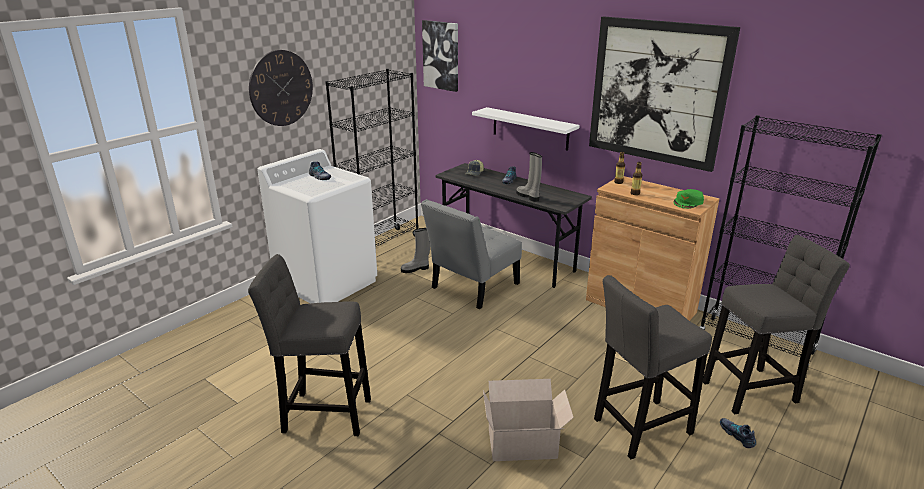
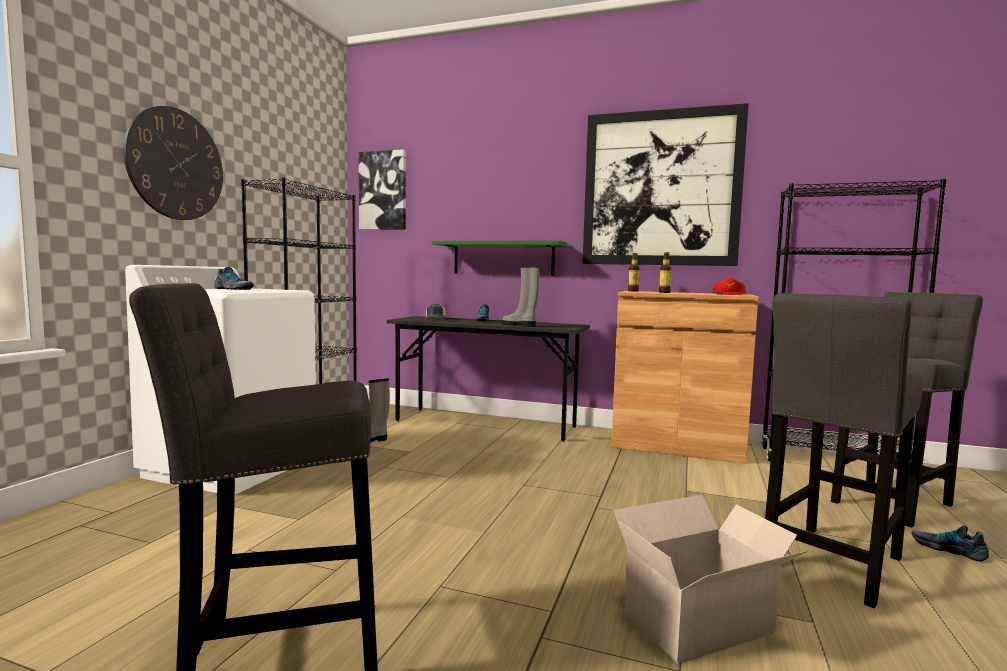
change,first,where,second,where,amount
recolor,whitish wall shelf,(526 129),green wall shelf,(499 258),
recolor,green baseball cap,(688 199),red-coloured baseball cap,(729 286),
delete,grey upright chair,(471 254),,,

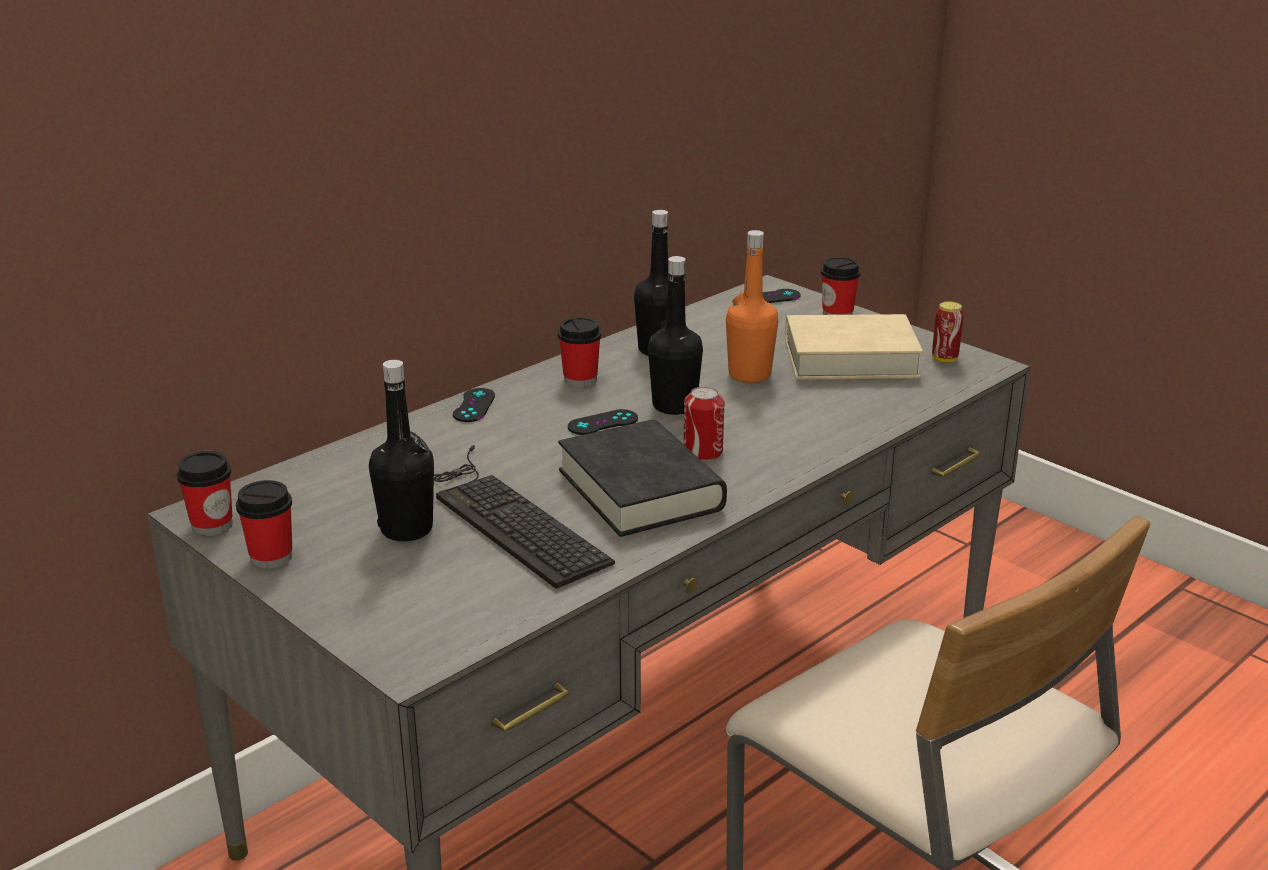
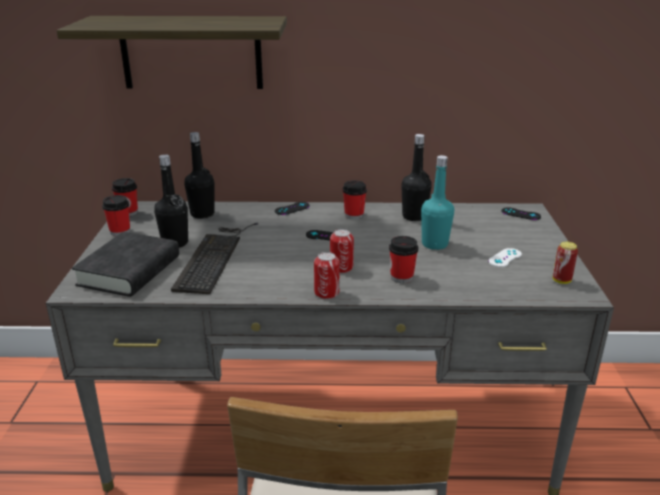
change,first,where,second,where,amount
insert,,,wall shelf,(172 52),
move,black bound book,(642 478),,(125 264),
move,black bottle,(675 335),,(199 175),
insert,,,metal can,(327 275),
move,drinking cup,(841 286),,(403 259),
recolor,orange bottle,(752 306),turquoise-coloured bottle,(437 202),
replace,beige-coloured bound book,(854 347),whitish joypad,(505 257),

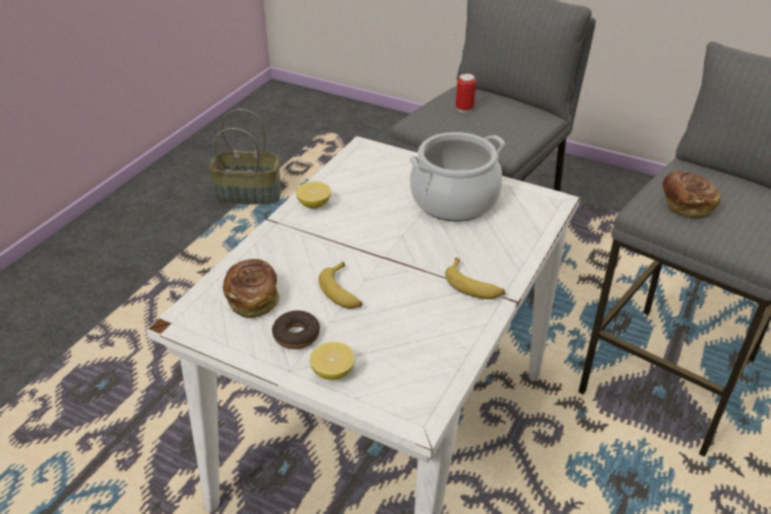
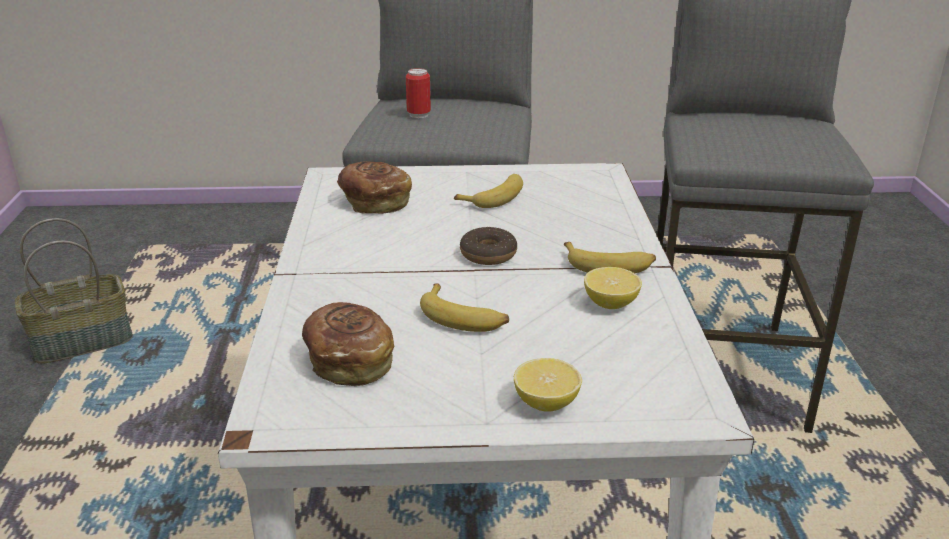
change,first,where,second,where,amount
move,bread,(691 194),,(374 188),
replace,saucepot,(457 177),banana fruit,(488 191),
move,donut,(296 329),,(488 246),
move,whole lemon,(313 195),,(613 288),

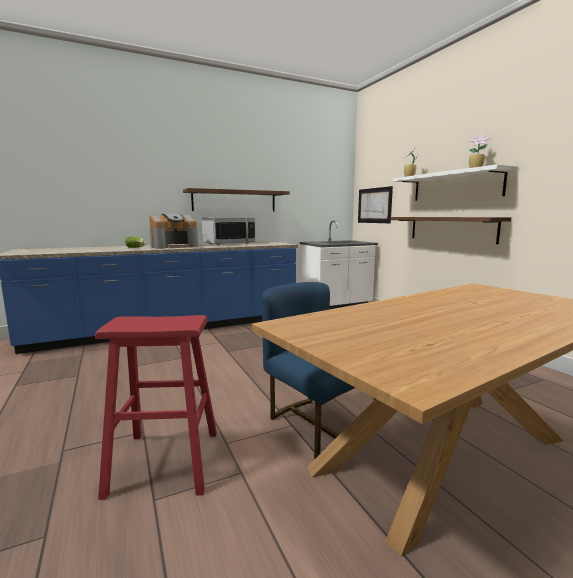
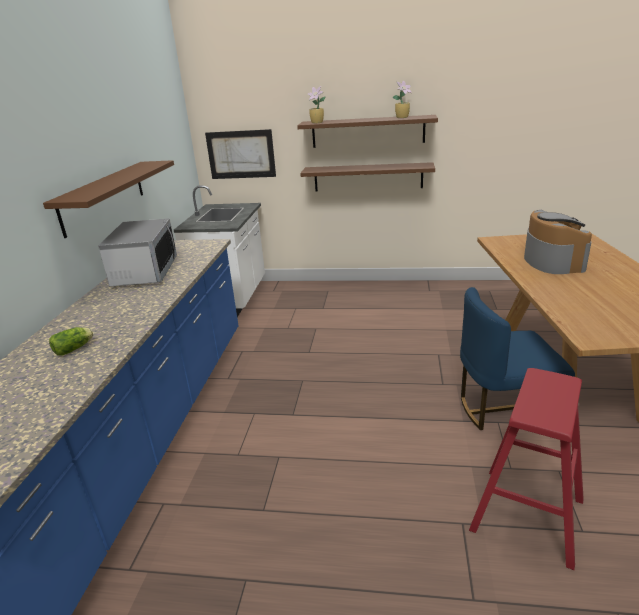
change,first,where,second,where,amount
recolor,whitish wall shelf,(455 182),brown-coloured wall shelf,(367 131),
move,coffee brewer,(173 231),,(558 242),

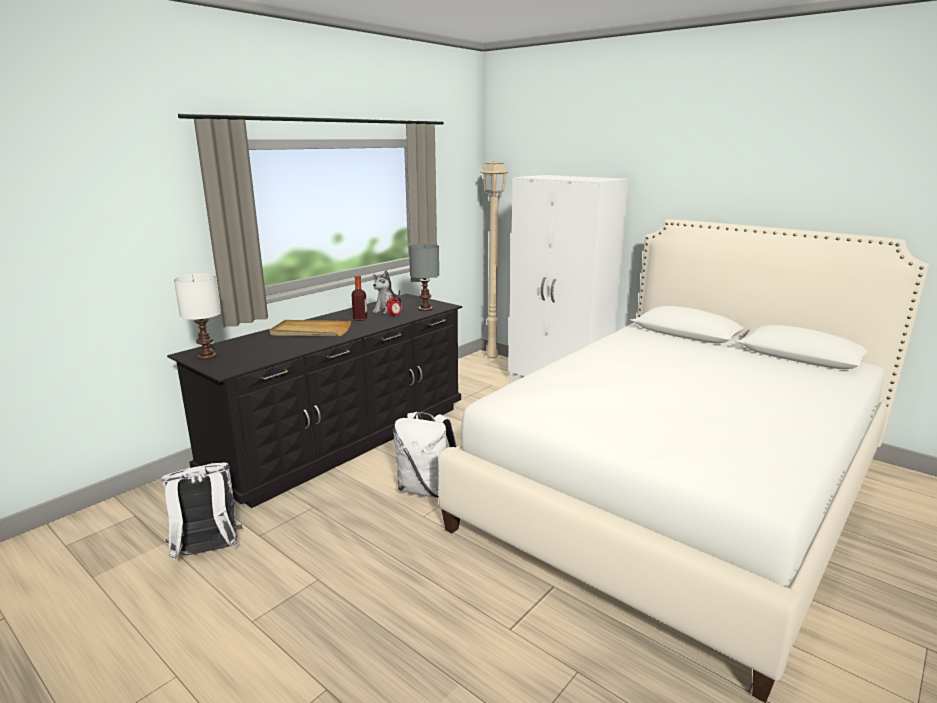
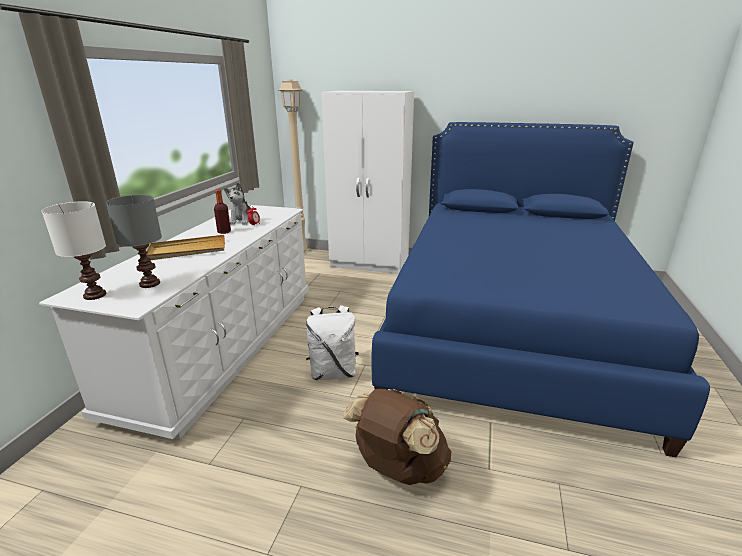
change,first,where,second,where,amount
recolor,black dresser,(314 401),whitish dresser,(174 322),
move,grey lamp for a table,(424 277),,(134 241),
insert,,,brown-coloured knapsack,(397 437),
recolor,whitish bedroom bed,(684 461),blue bedroom bed,(541 289),
delete,whitish knapsack,(201 511),,,

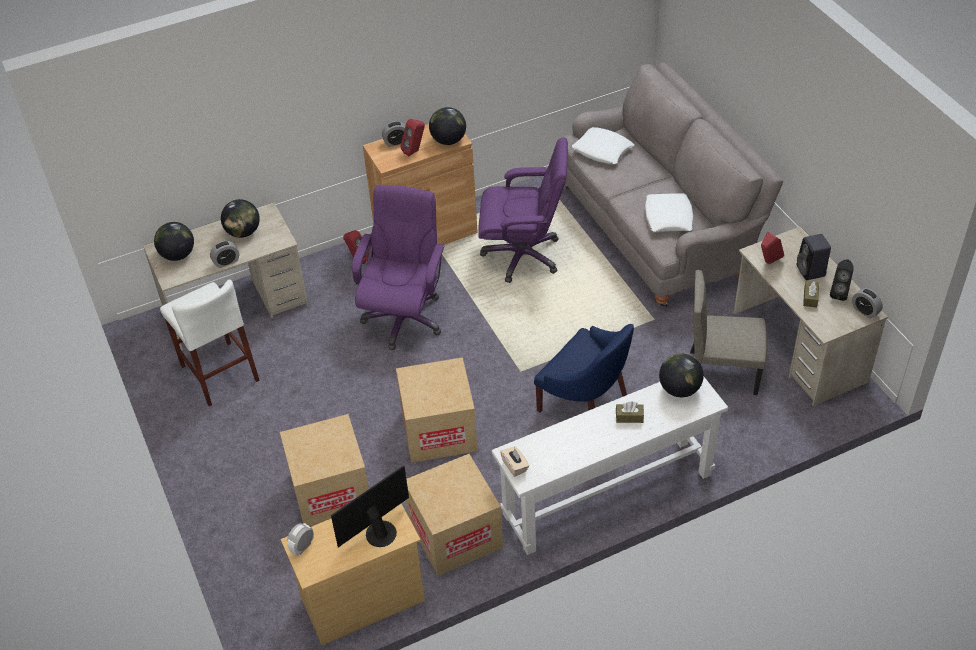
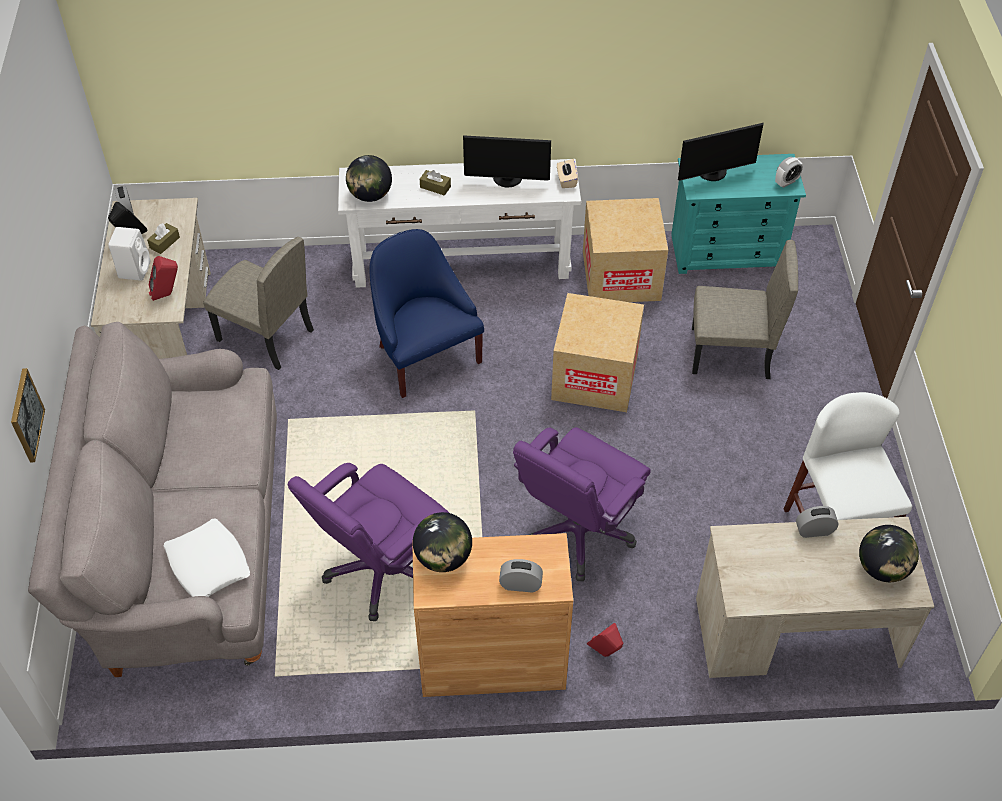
change,first,where,second,where,amount
insert,,,wall picture,(28 415),
recolor,black speaker,(814 257),whitish speaker,(129 254),
rotate,purplish computer chair,(523 210),,(368 542),75 degrees counterclockwise
insert,,,computer display,(507 161),
recolor,beige-coloured dresser,(353 574),turquoise-coloured dresser,(738 214),
replace,packing box,(324 470),beige-coloured upright chair,(745 309),
delete,desk globe,(240 218),,,
delete,red-coloured speaker,(412 137),,,
delete,whitish throw pillow,(669 212),,,

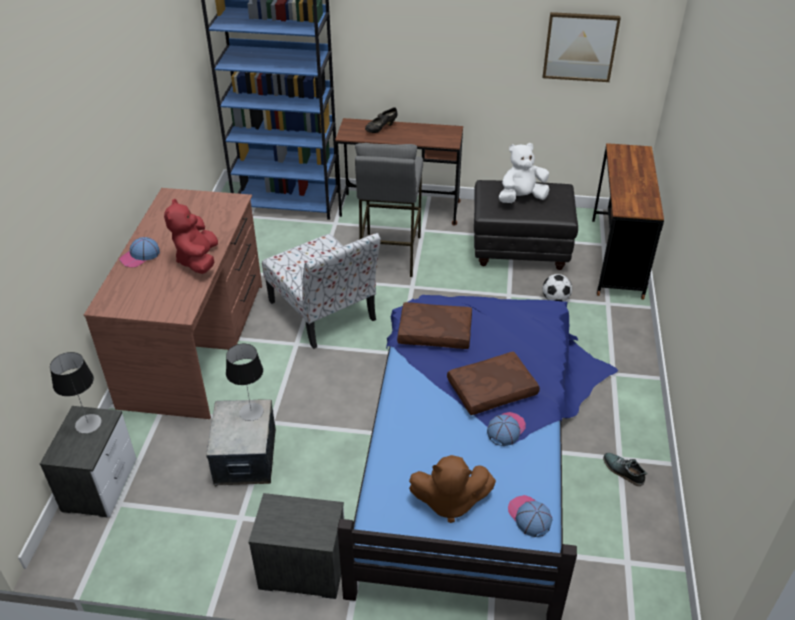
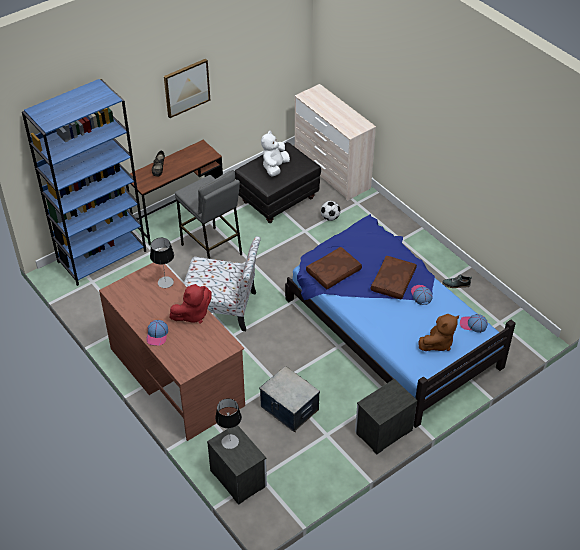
change,first,where,second,where,amount
move,lamp for a table,(245 382),,(162 263),
move,wall picture,(582 47),,(187 88),
rotate,red-coloured soft toy,(191 236),,(191 304),75 degrees counterclockwise
replace,brown-coloured desk unit,(628 221),beige-coloured dresser,(335 142),

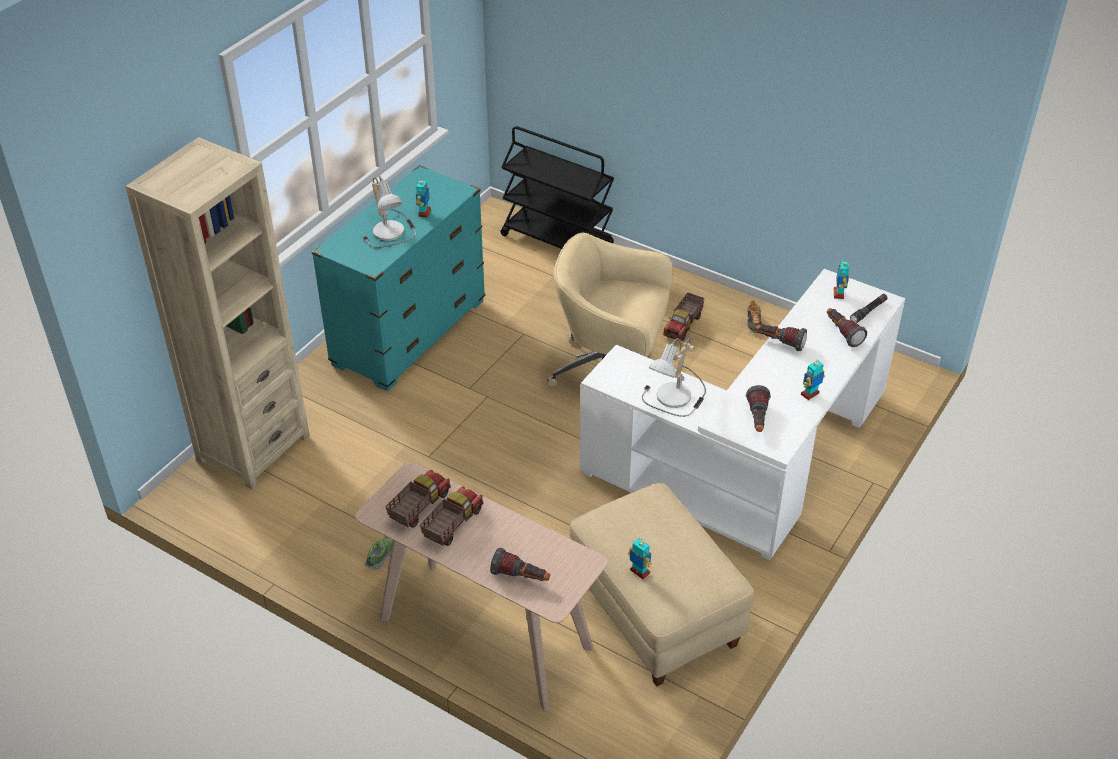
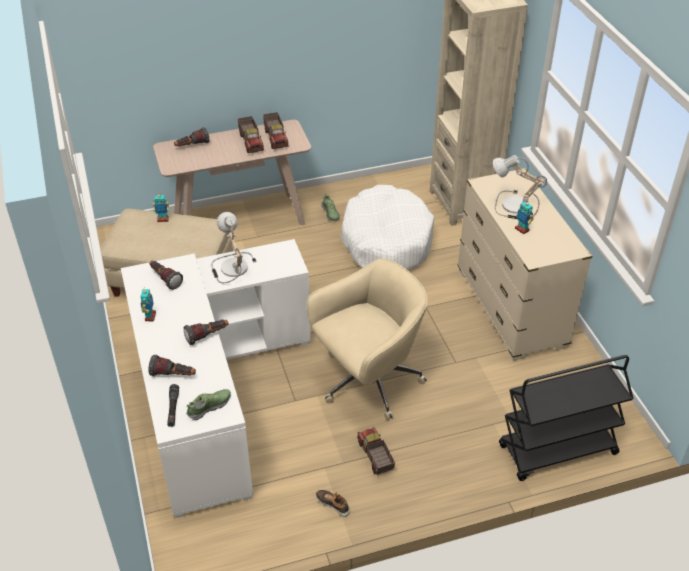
change,first,where,second,where,amount
replace,toy robot,(841 279),low shoe,(208 404),
insert,,,whitish pet bed,(387 227),
recolor,turquoise-coloured dresser,(398 278),beige-coloured dresser,(524 264),

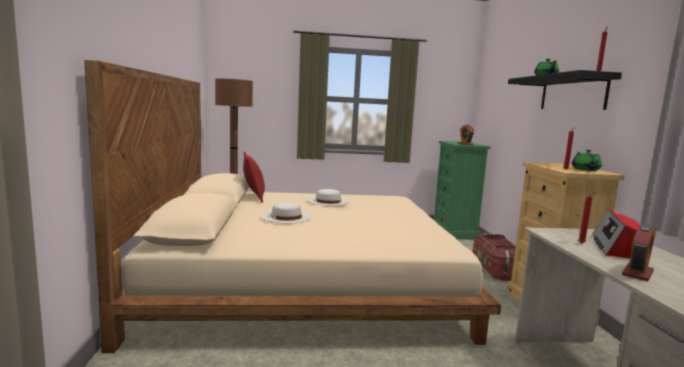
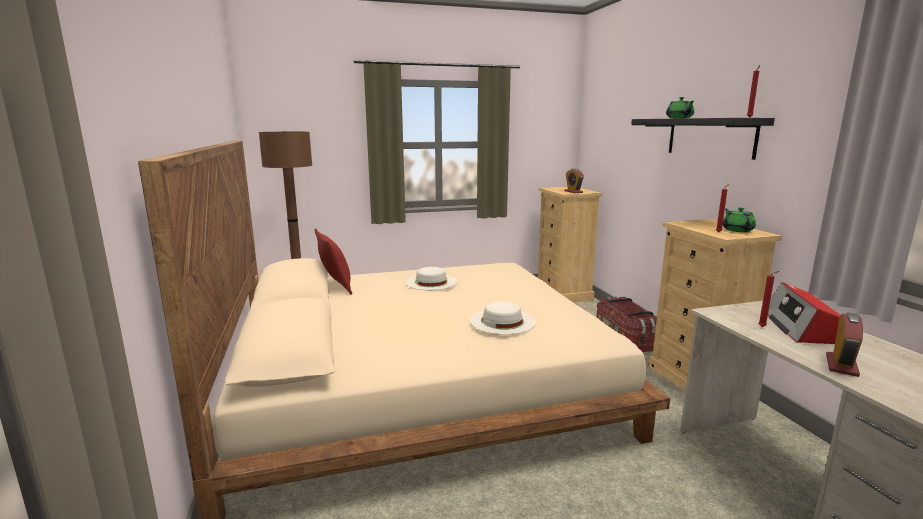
change,first,where,second,where,amount
move,whitish hat,(286 212),,(503 318),
recolor,green dresser,(461 190),beige-coloured dresser,(570 244),

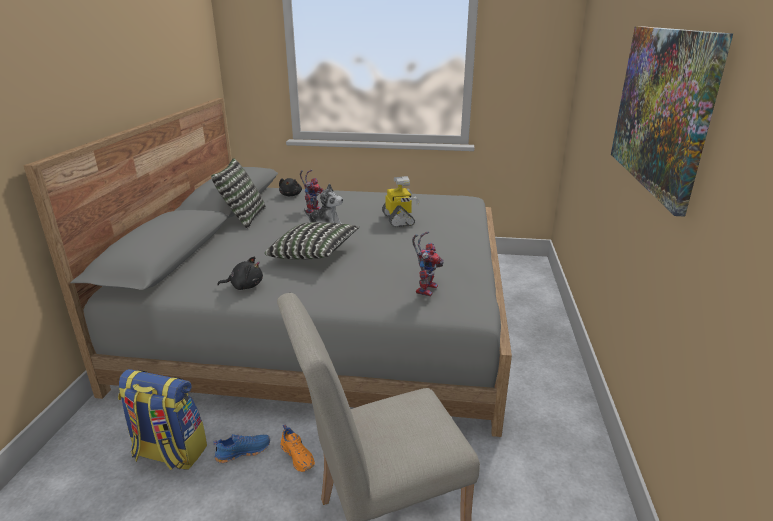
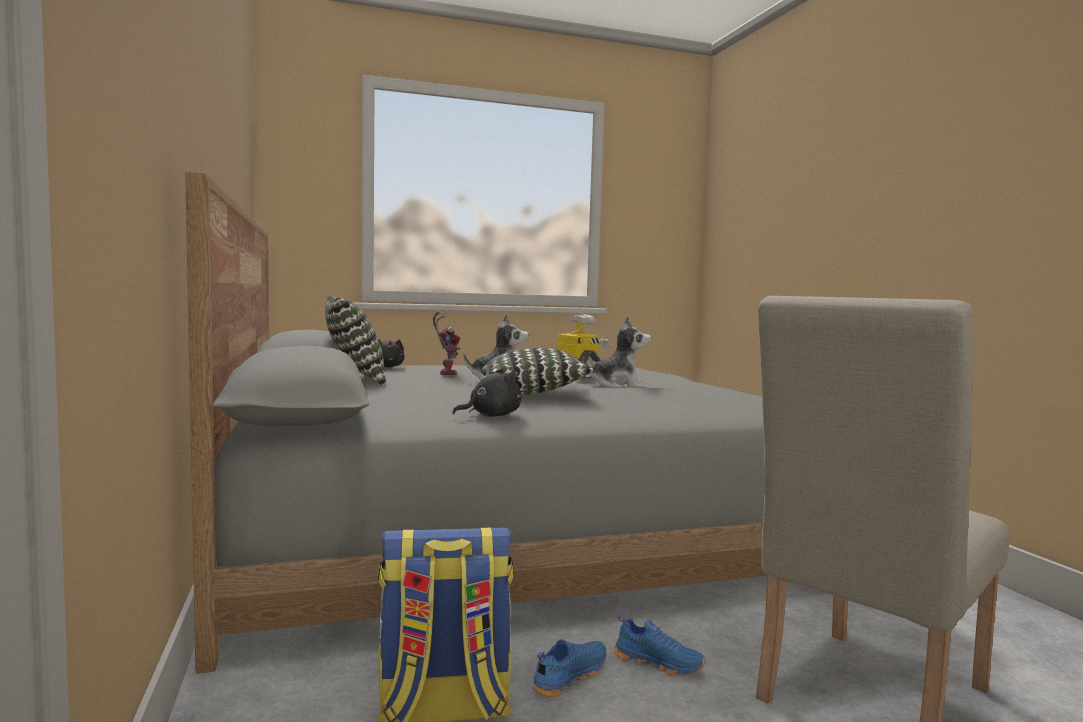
change,first,where,second,where,amount
insert,,,soft toy,(617 351),
recolor,orange low shoe,(297 448),blue low shoe,(660 645),
delete,toy robot,(428 264),,,
delete,wall picture,(672 121),,,

